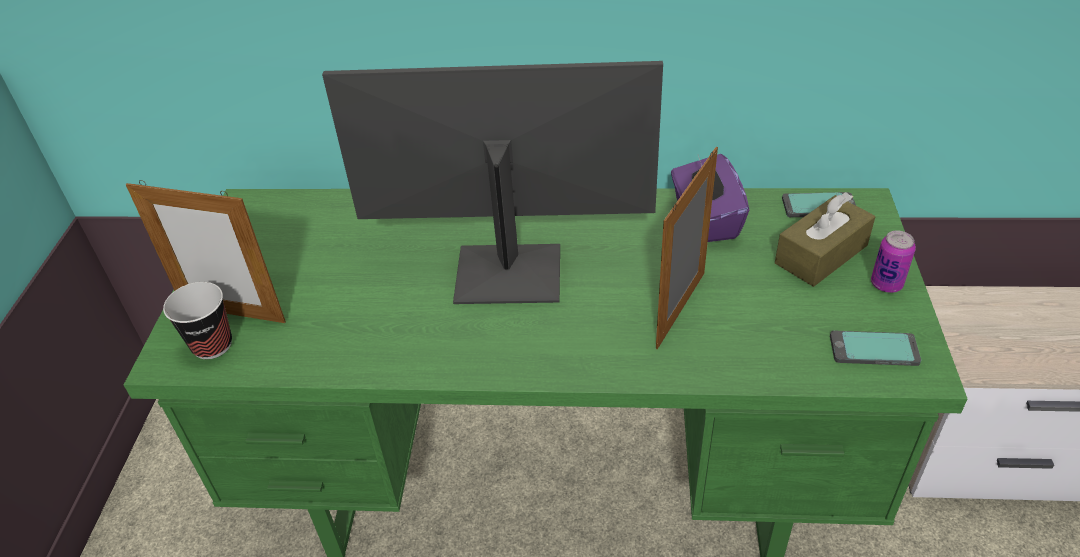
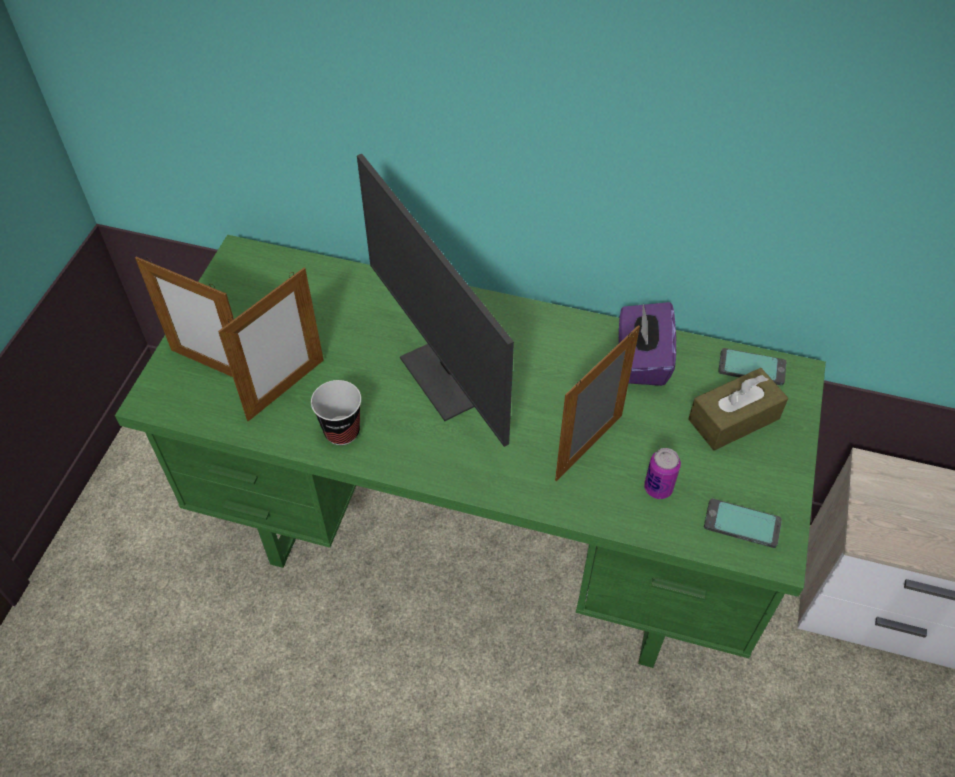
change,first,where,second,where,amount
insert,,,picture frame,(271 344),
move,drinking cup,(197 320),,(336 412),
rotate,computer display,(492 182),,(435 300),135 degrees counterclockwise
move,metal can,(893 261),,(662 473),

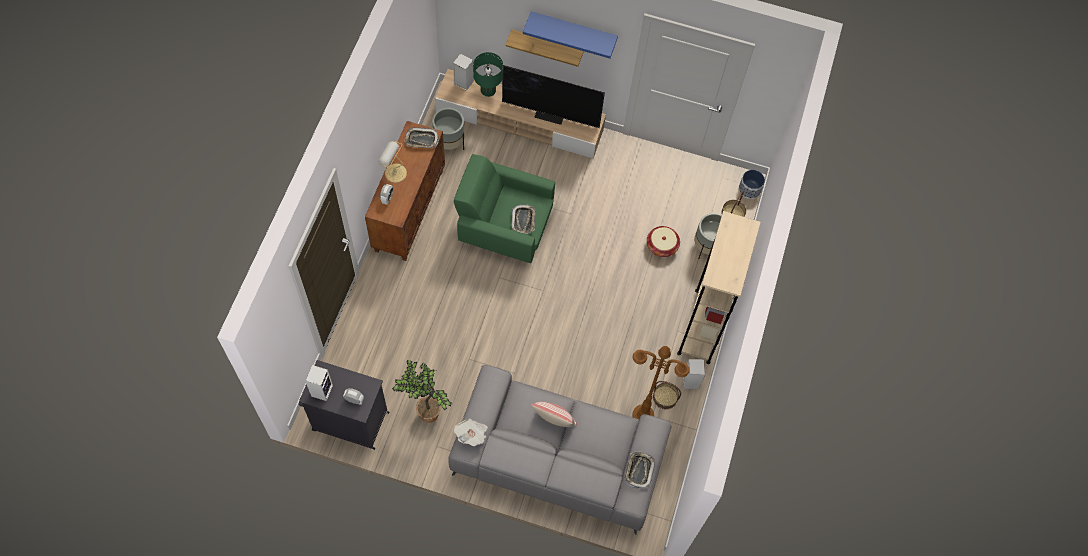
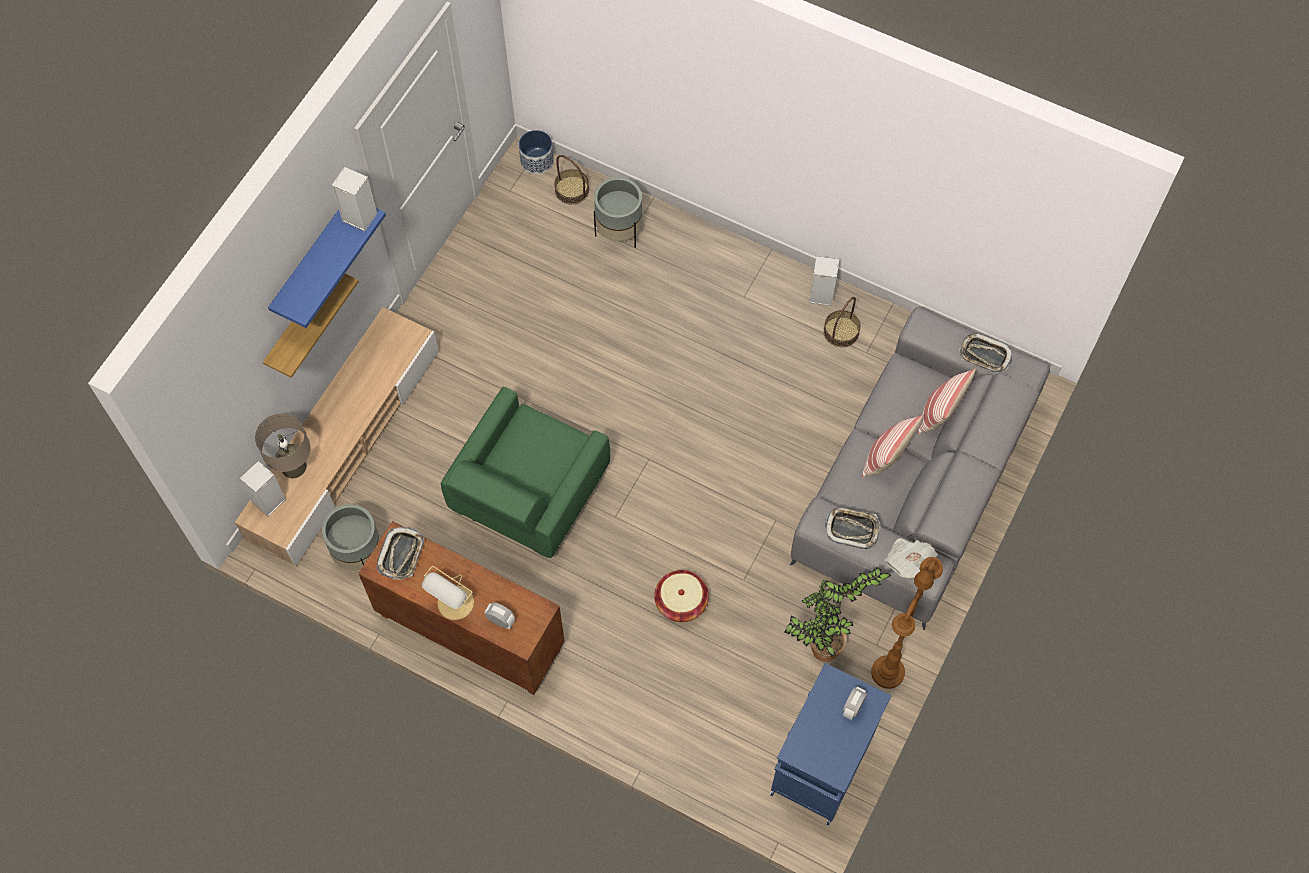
change,first,where,second,where,amount
recolor,green lamp for a table,(488 74),beige-coloured lamp for a table,(282 445),
move,speaker,(319 383),,(354 199),
move,household basket,(663 241),,(681 596),
recolor,black storage cabinet,(344 405),blue storage cabinet,(830 744),
move,tray,(523 219),,(852 528),
move,brown-coloured floor lamp,(661 383),,(907 623),
insert,,,throw pillow,(946 401),
delete,television,(553 96),,,
delete,beige-coloured shelving unit,(718 287),,,

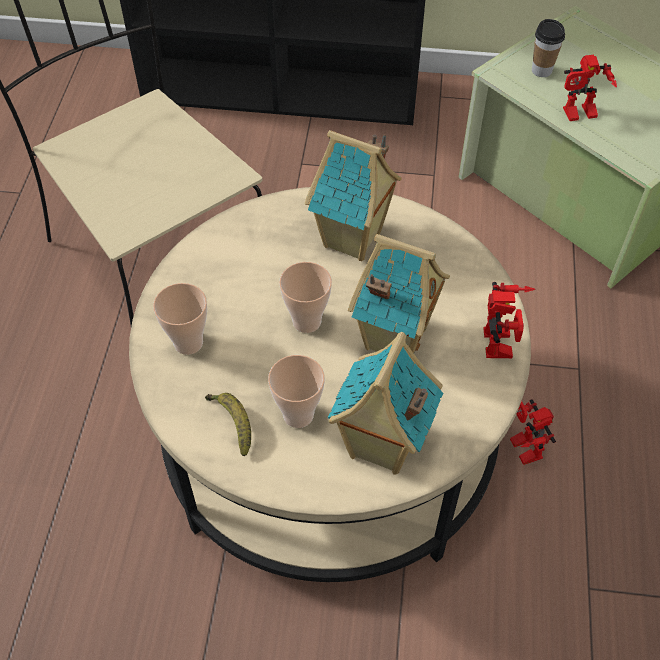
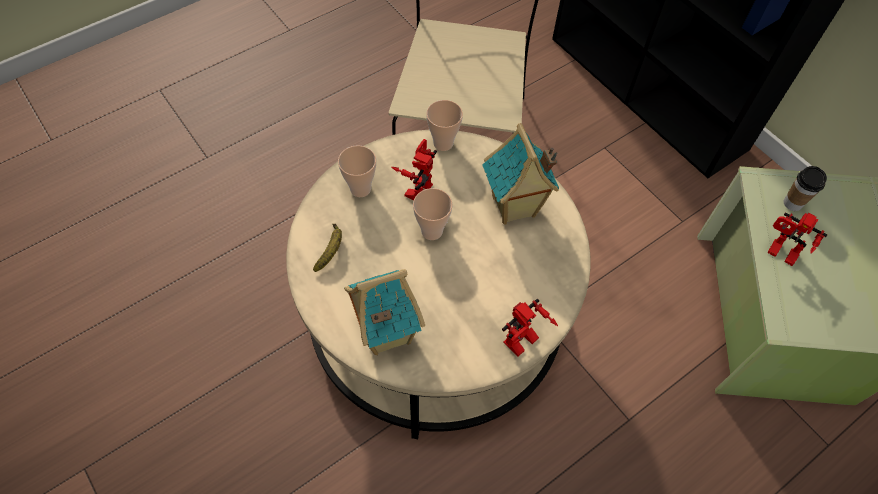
change,first,where,second,where,amount
move,toy robot,(533 432),,(414 169),
move,drinking cup,(296 391),,(444 125),
delete,model house,(399 293),,,

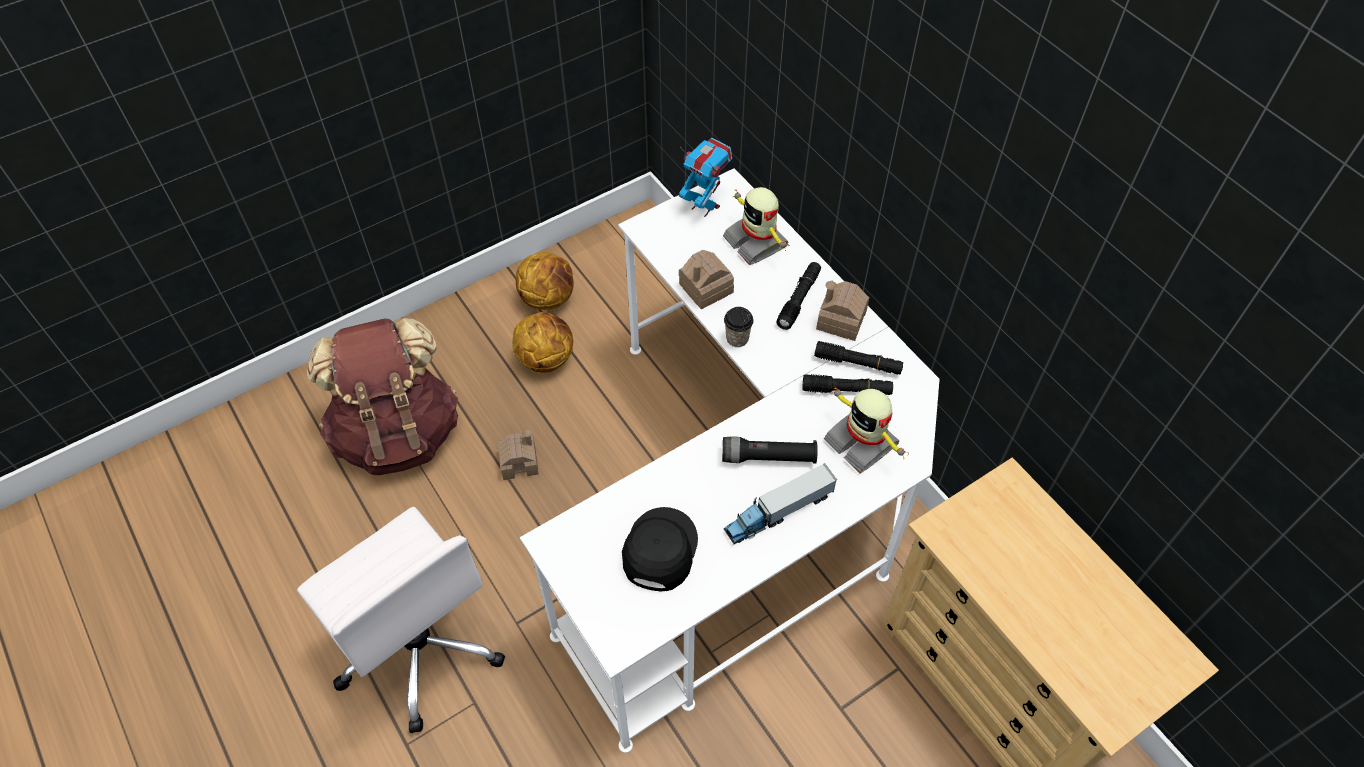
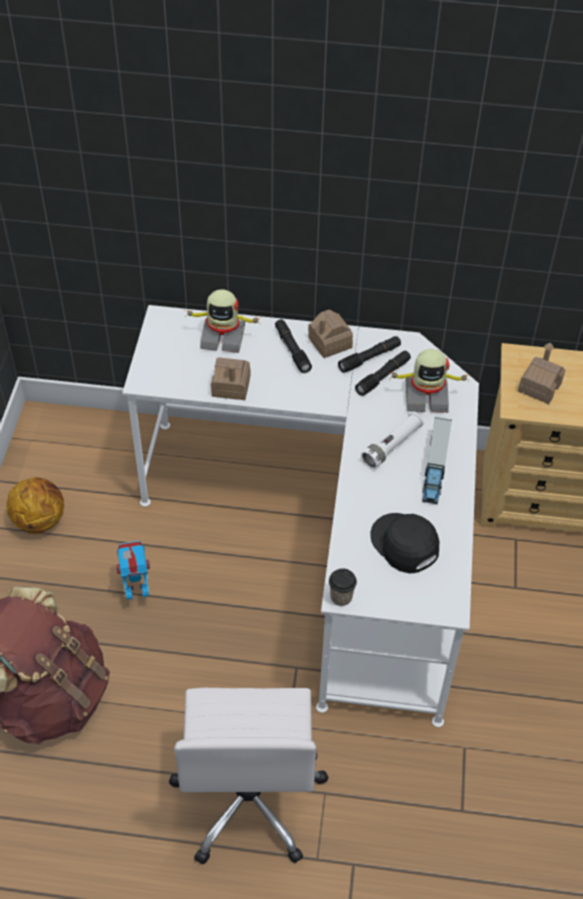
change,first,where,second,where,amount
move,toy robot,(705 177),,(133 571),
rotate,whitish computer chair,(401 620),,(249 776),90 degrees clockwise
move,drinking cup,(738 327),,(343 587),
recolor,black hand torch,(770 449),whitish hand torch,(392 440),
move,model house,(518 454),,(541 373),
delete,basketball ball,(542 342),,,

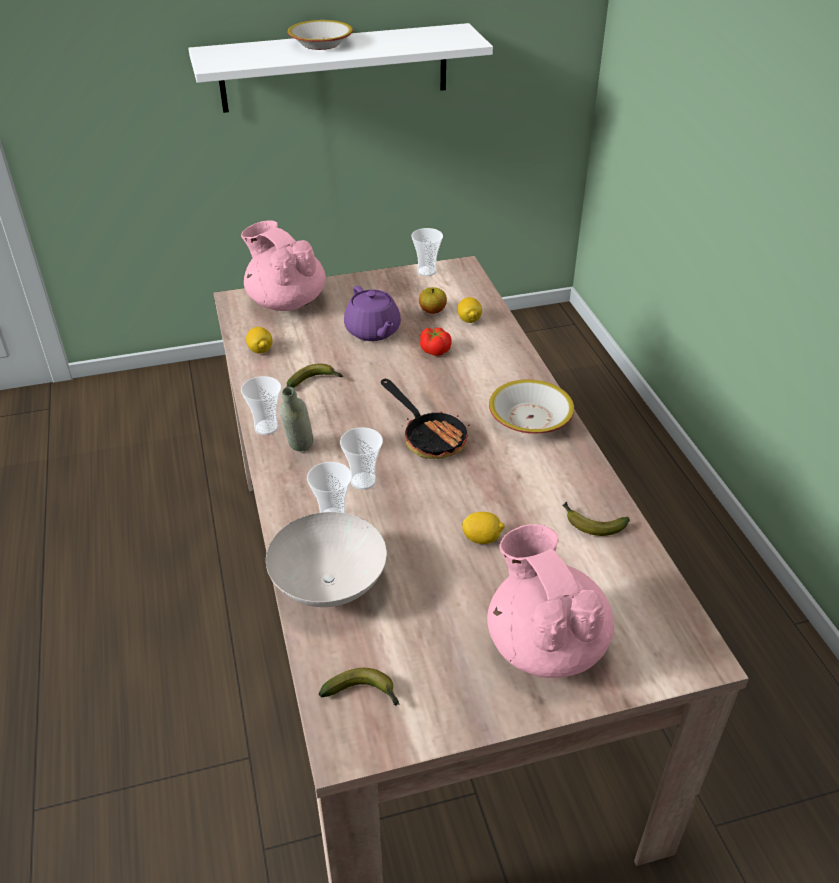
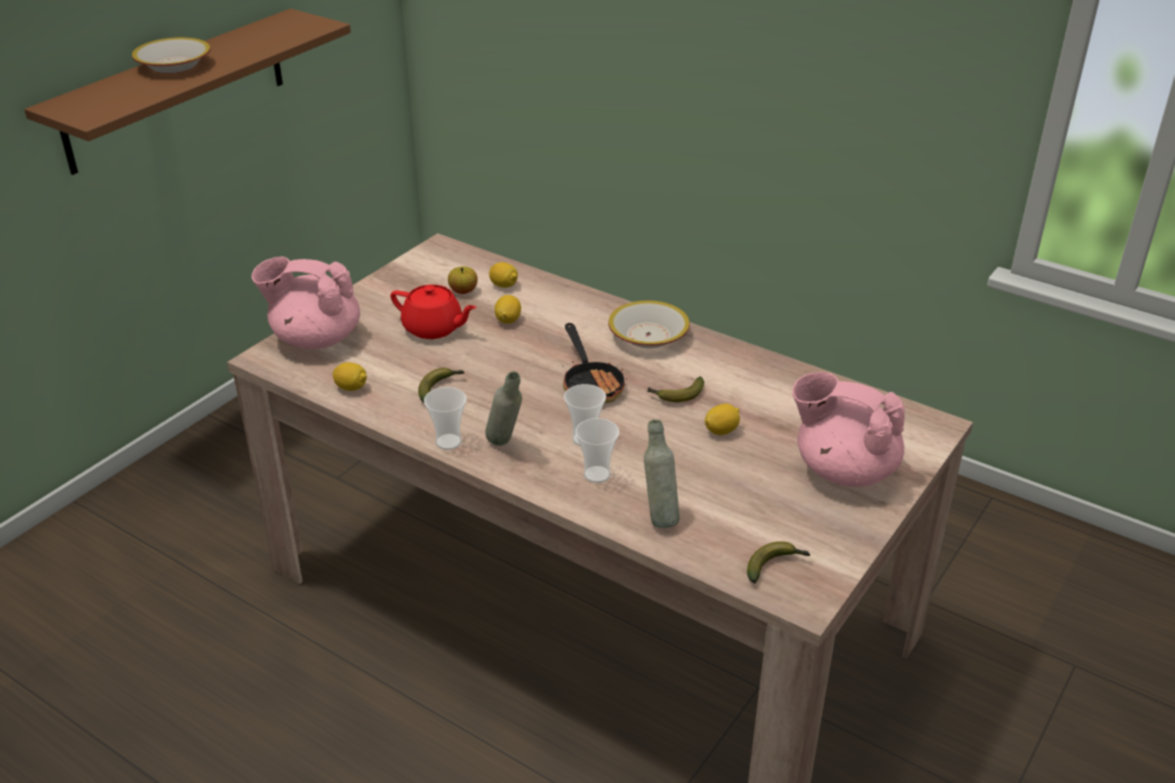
change,first,where,second,where,amount
recolor,whitish wall shelf,(340 68),brown-coloured wall shelf,(187 92),
recolor,purplish tea pot,(372 313),red-coloured tea pot,(434 312),
replace,tomato,(436 341),whole lemon,(508 309),
rotate,frying pan,(425 419),,(595 363),60 degrees clockwise
replace,whitish serving bowl,(326 559),grey bottle,(662 473),
move,banana fruit,(596 519),,(675 389),
delete,drinking cup,(427 252),,,

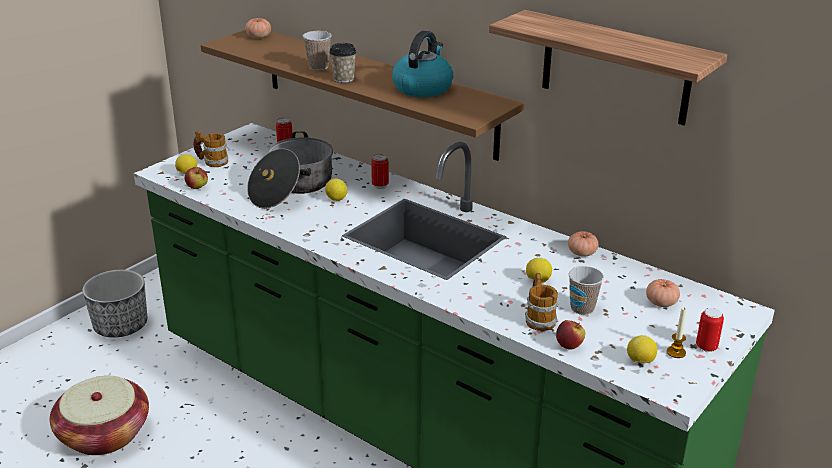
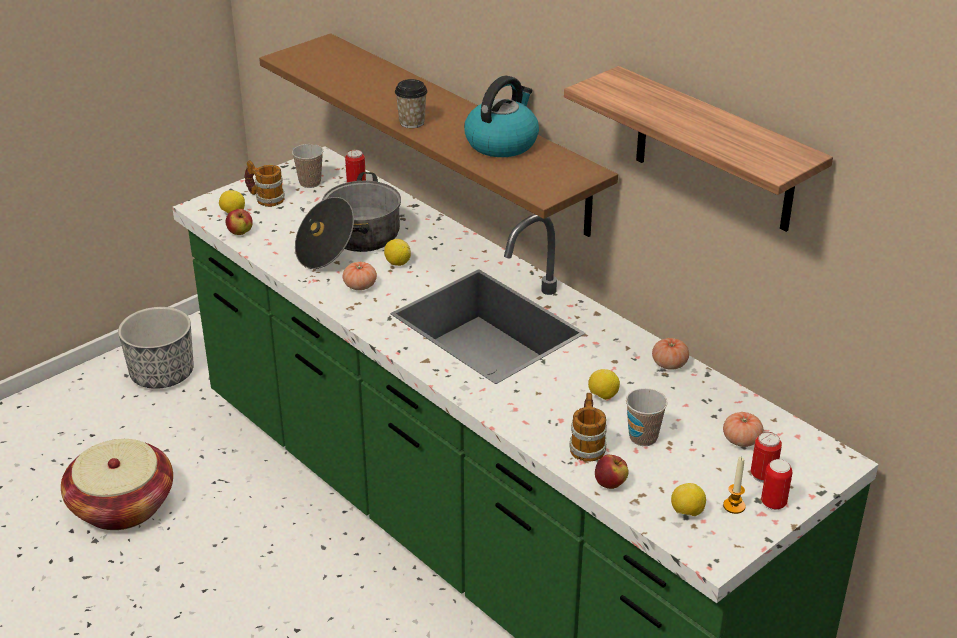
change,first,where,second,where,amount
move,drinking cup,(317 51),,(307 166),
move,tomato,(258 28),,(360 276),
move,metal can,(380 171),,(766 457),

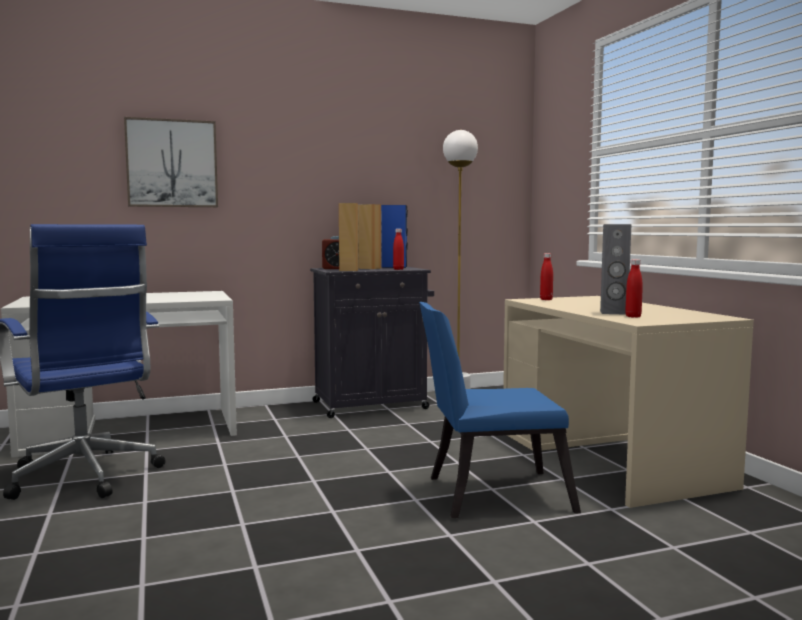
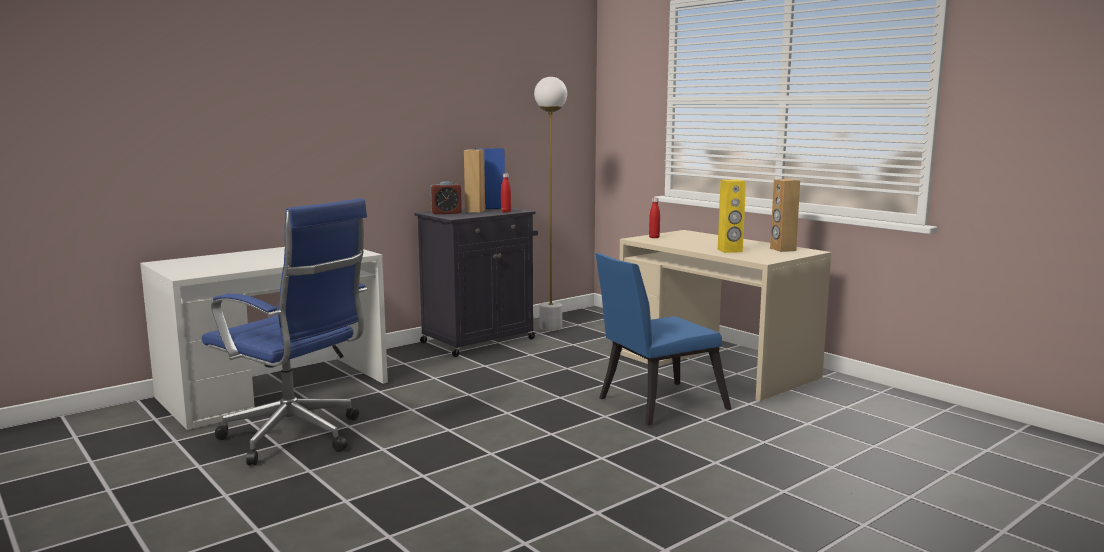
change,first,where,second,where,amount
recolor,grey speaker,(615 269),yellow-coloured speaker,(732 216),
move,brown-coloured speaker,(349 237),,(785 215),
delete,wall picture,(171 162),,,
delete,red-coloured bottle,(634 288),,,

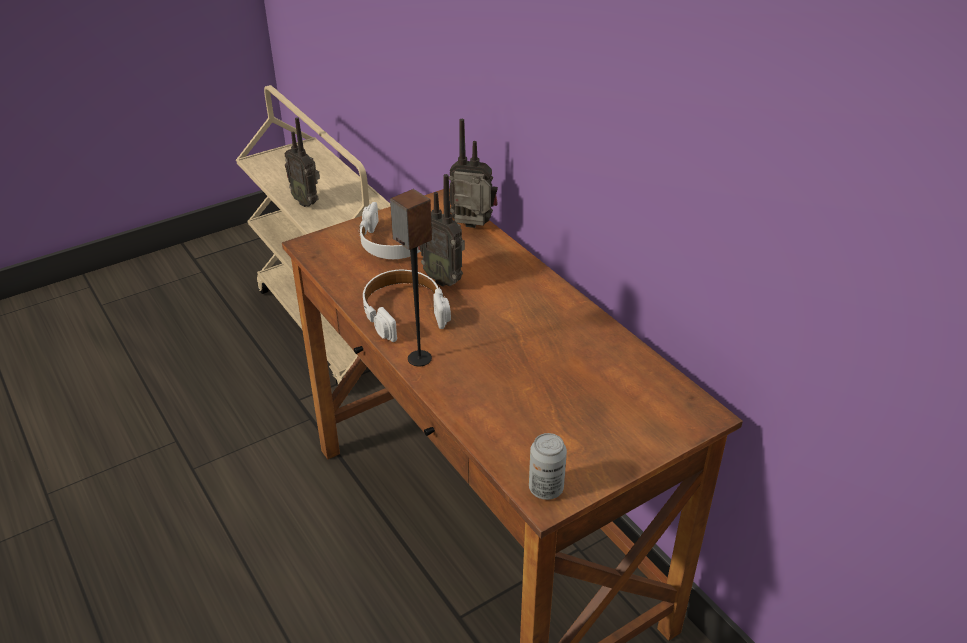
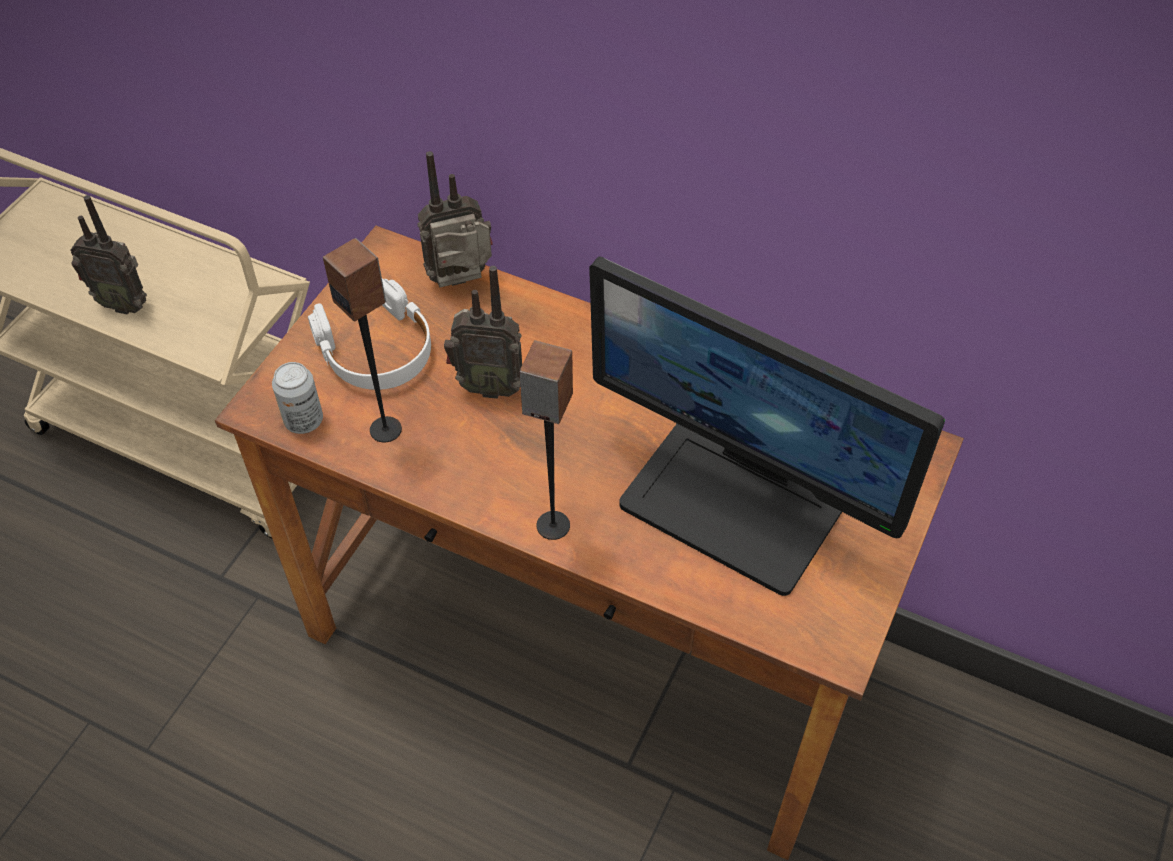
change,first,where,second,where,amount
move,metal can,(548 466),,(297 398),
insert,,,speaker,(362 340),
insert,,,computer display,(767 426),
delete,whitish headset,(407 306),,,

